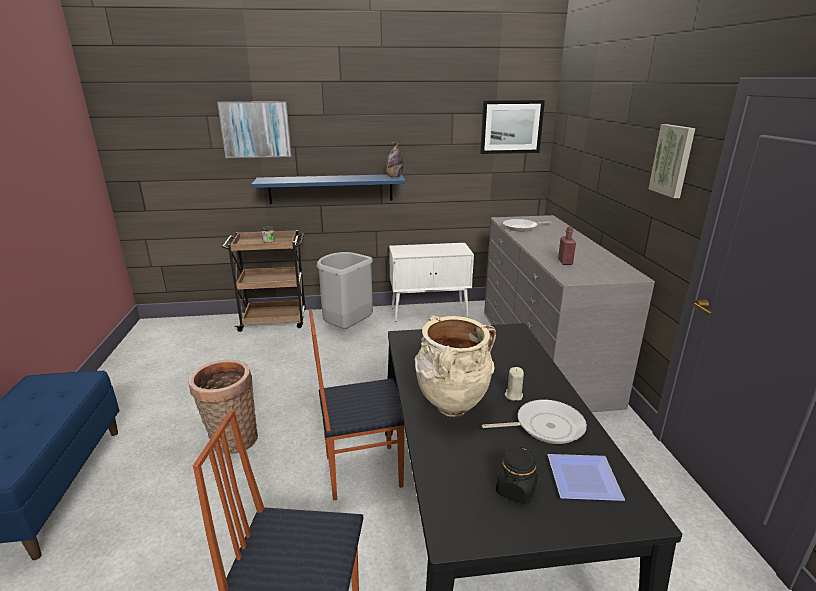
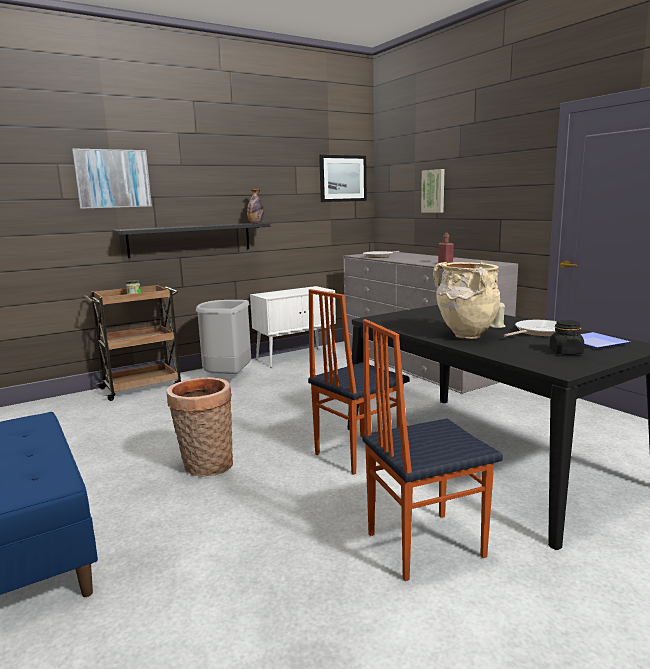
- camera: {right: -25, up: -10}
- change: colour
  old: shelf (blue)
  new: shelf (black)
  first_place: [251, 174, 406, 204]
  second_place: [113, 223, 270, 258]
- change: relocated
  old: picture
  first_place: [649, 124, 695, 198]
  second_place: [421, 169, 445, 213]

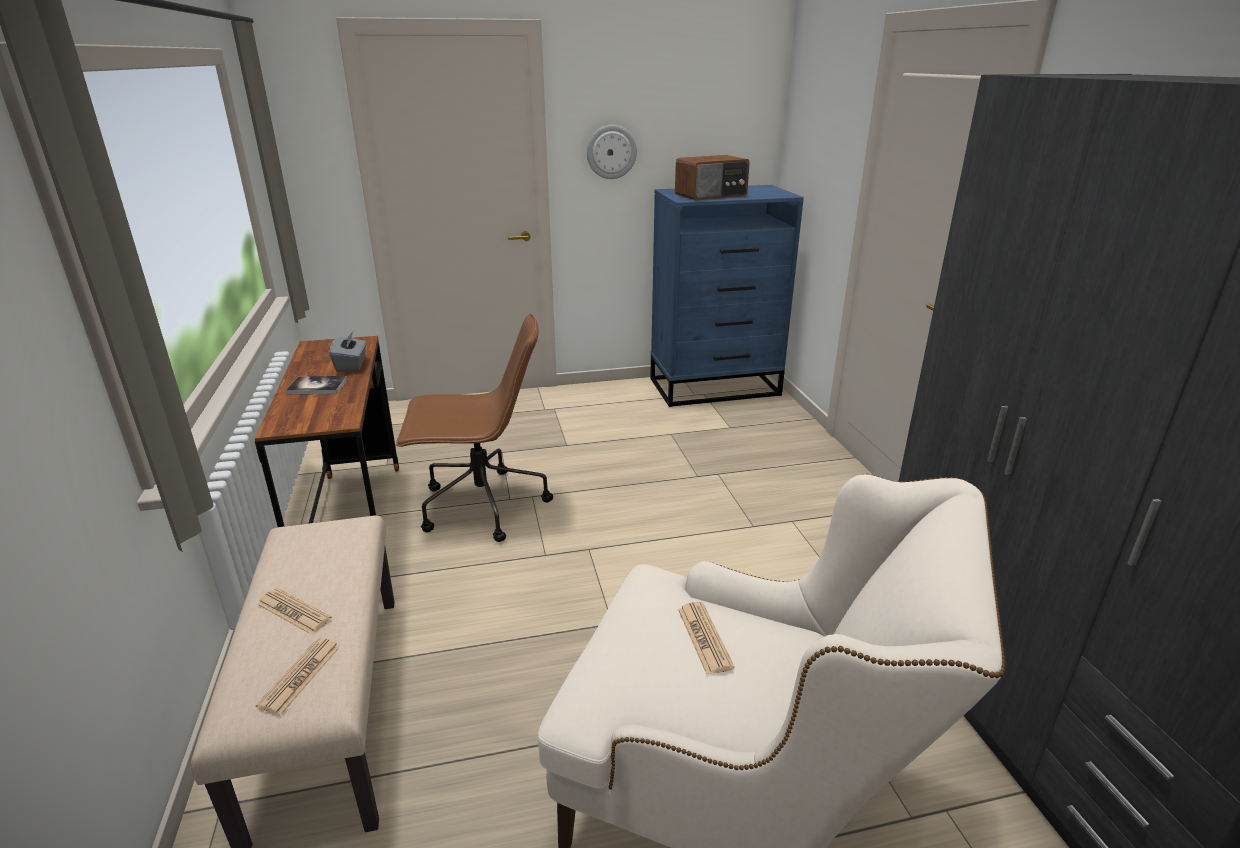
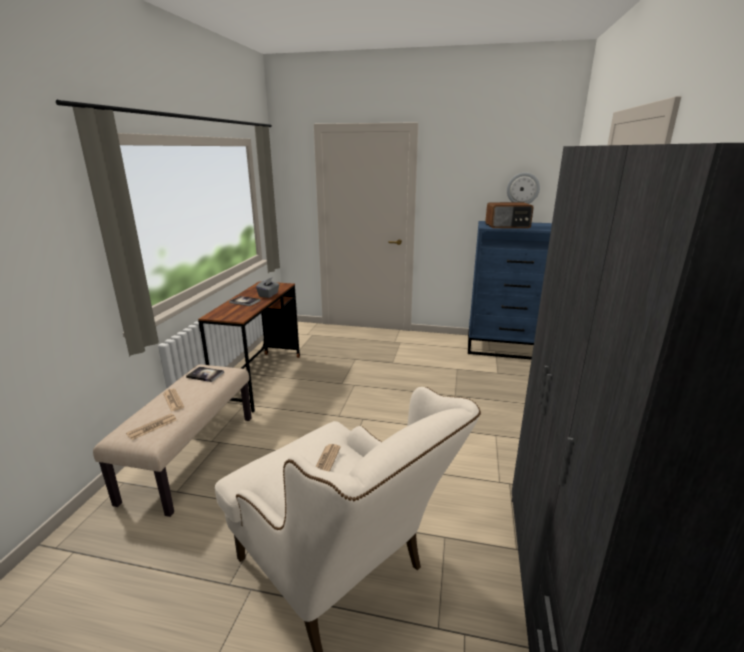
- camera: {right: 25, up: -5}
- change: missing
  old: office chair (brown)
  first_place: [396, 314, 553, 542]
- change: relocated
  old: wall clock
  first_place: [587, 125, 637, 179]
  second_place: [507, 172, 540, 204]
- change: appeared
  new: book
  second_place: [186, 367, 224, 382]

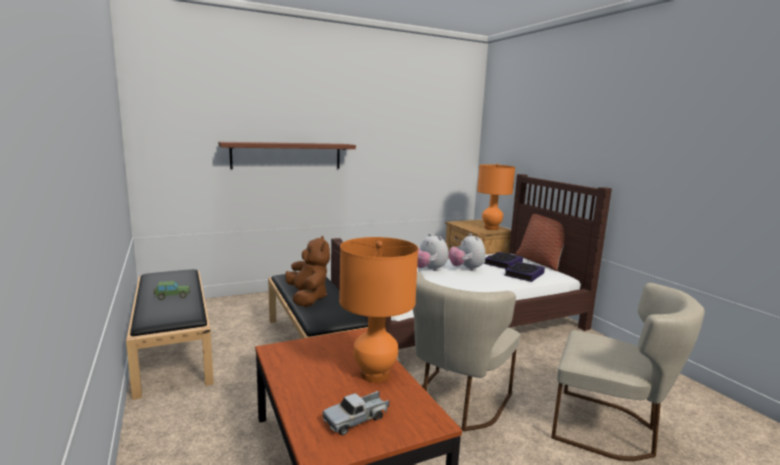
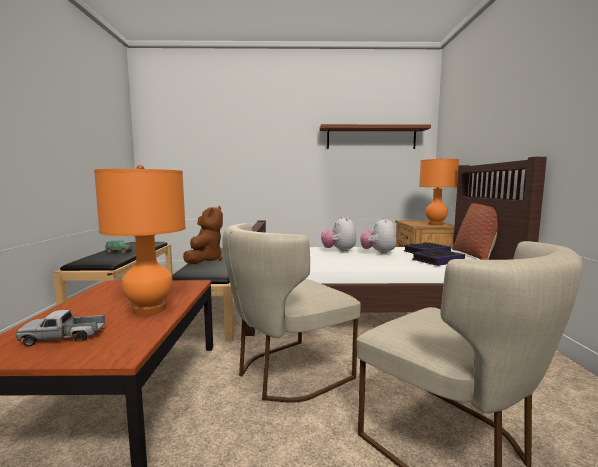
- camera: {right: 25, up: -5}
- change: relocated
  old: shelf
  first_place: [218, 142, 356, 169]
  second_place: [319, 124, 431, 149]

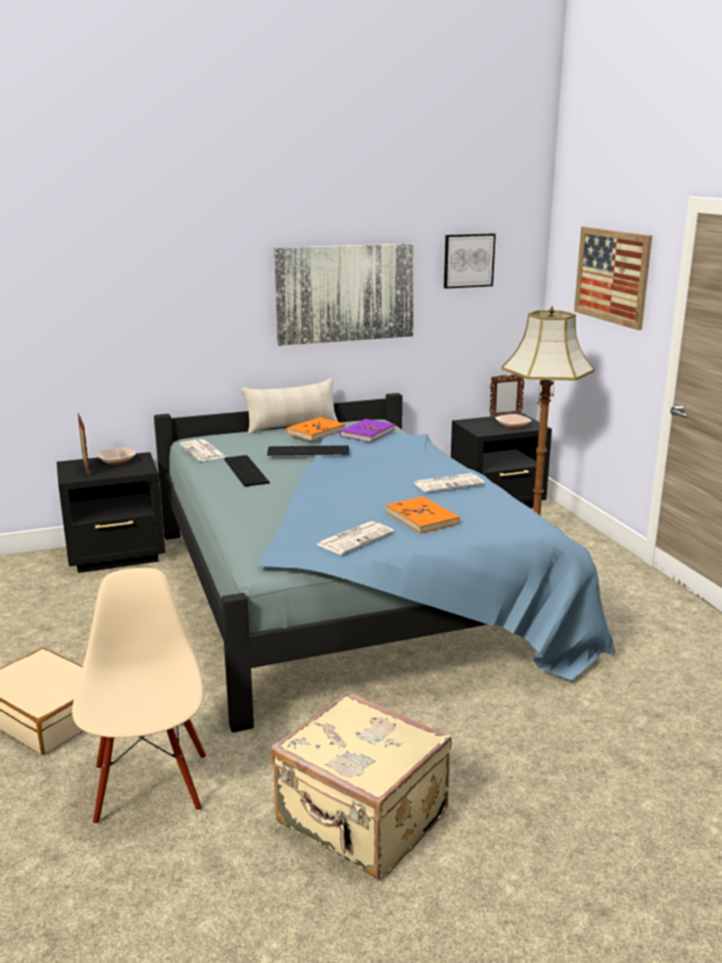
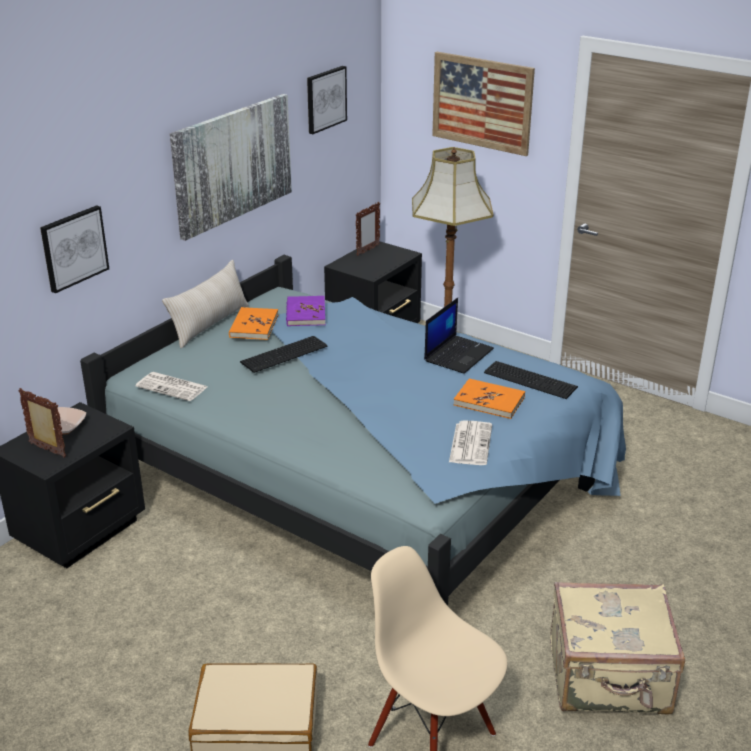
- camera: {right: -35, up: 10}
- change: relocated
  old: keyboard
  first_place: [224, 455, 270, 487]
  second_place: [484, 361, 578, 399]
- change: exchanged
  old: newspaper
  new: laptop
  first_place: [414, 473, 485, 493]
  second_place: [424, 298, 494, 374]
- change: missing
  old: bowl
  first_place: [495, 414, 532, 429]
- change: appeared
  new: picture
  second_place: [40, 205, 109, 293]

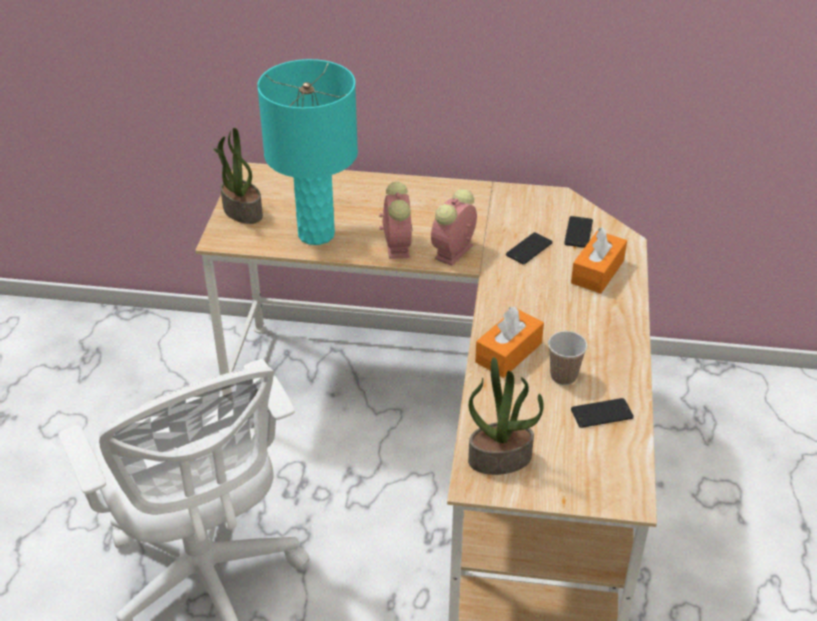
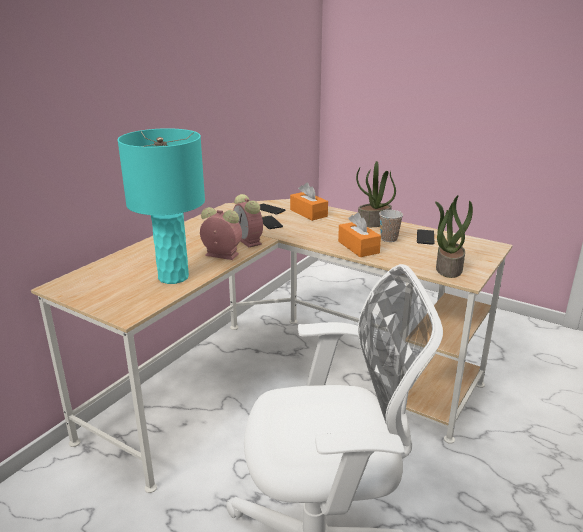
- camera: {right: -65, up: -15}
- change: relocated
  old: potted plant
  first_place: [213, 128, 263, 224]
  second_place: [356, 161, 396, 227]

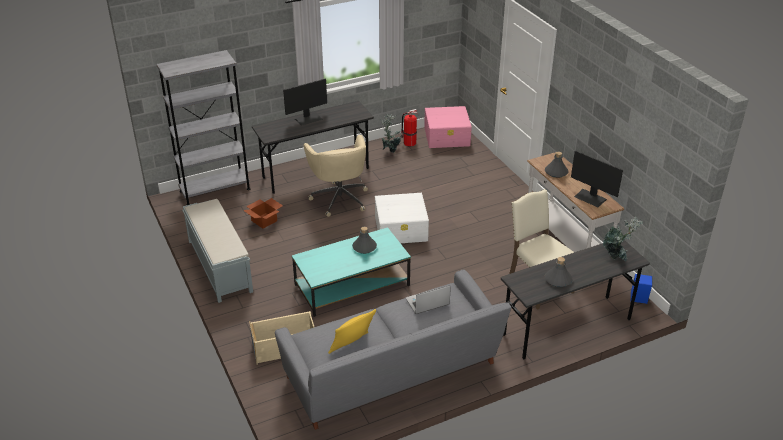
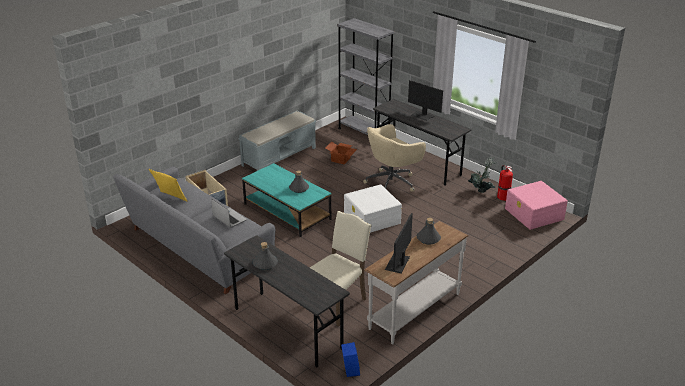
- camera: {right: 70, up: -5}
- change: missing
  old: potted plant
  first_place: [603, 217, 643, 261]

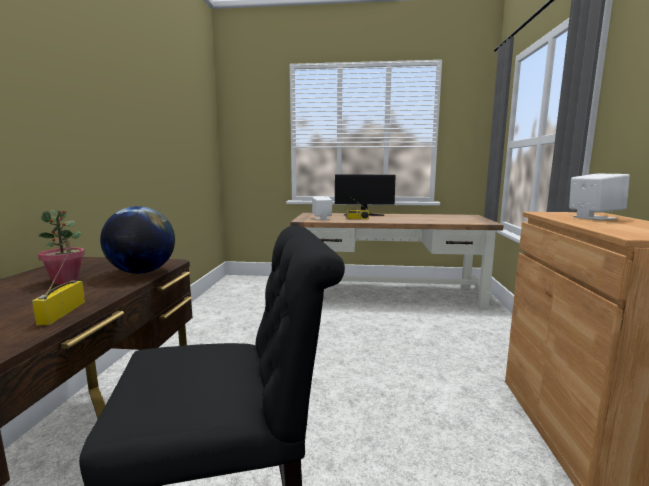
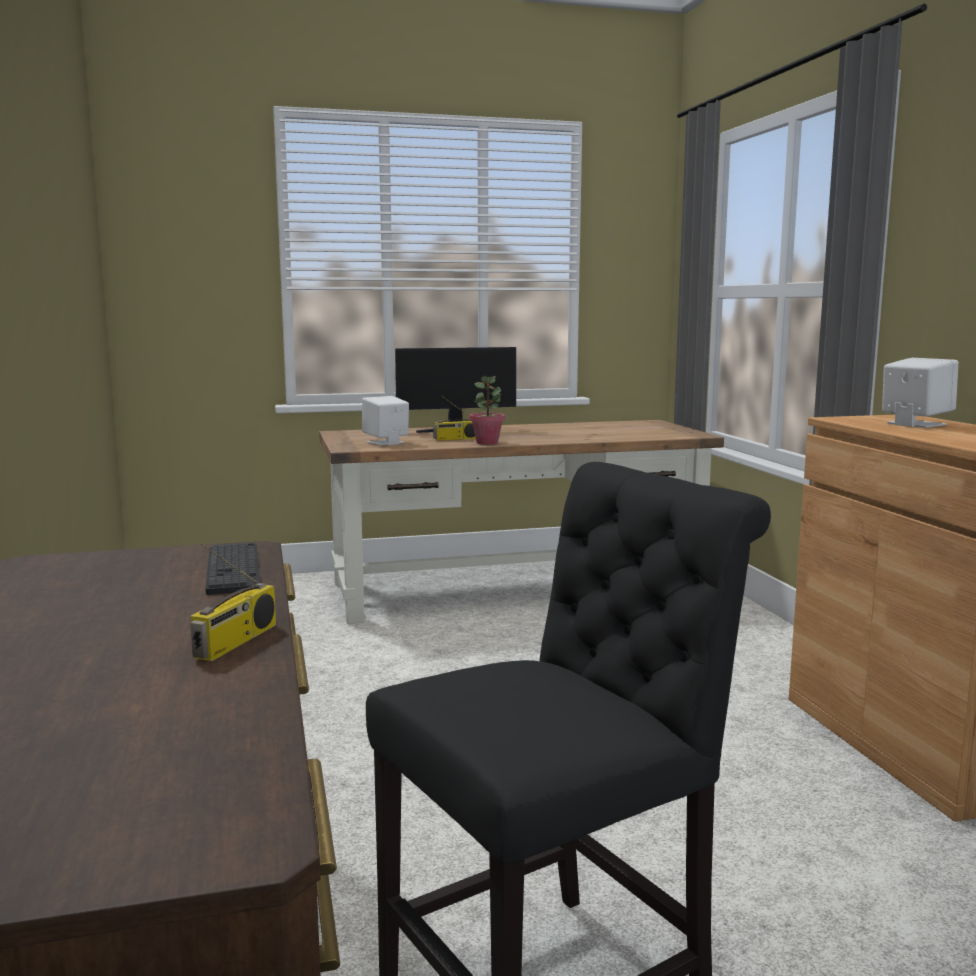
- camera: {right: -20, up: 0}
- change: spun
  old: radio
  first_place: [32, 249, 85, 325]
  second_place: [190, 543, 276, 661]
  degrees: -135
- change: relocated
  old: potted plant
  first_place: [38, 210, 85, 284]
  second_place: [469, 376, 505, 445]
- change: exchanged
  old: globe
  new: keyboard
  first_place: [100, 206, 175, 274]
  second_place: [206, 542, 260, 595]

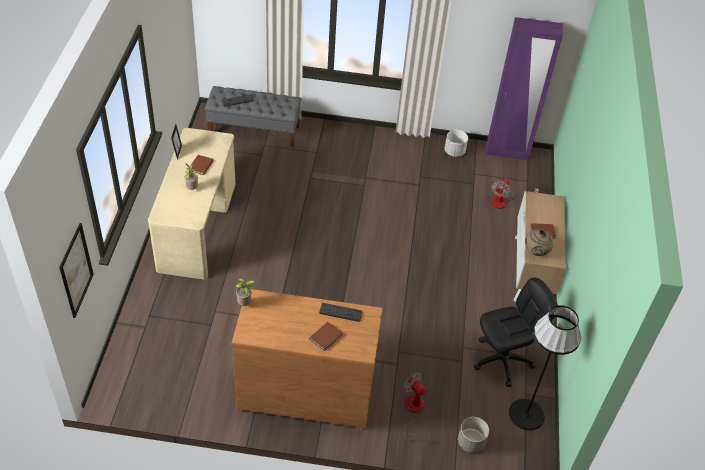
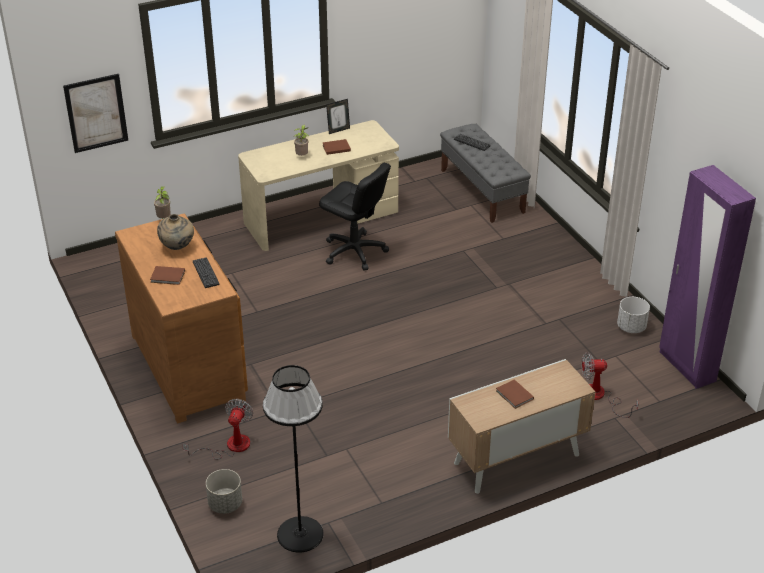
- camera: {right: 60, up: -10}
- change: relocated
  old: office chair (black)
  first_place: [474, 278, 558, 387]
  second_place: [319, 163, 391, 271]
- change: relocated
  old: vase (beige)
  first_place: [525, 229, 554, 256]
  second_place: [157, 214, 194, 250]

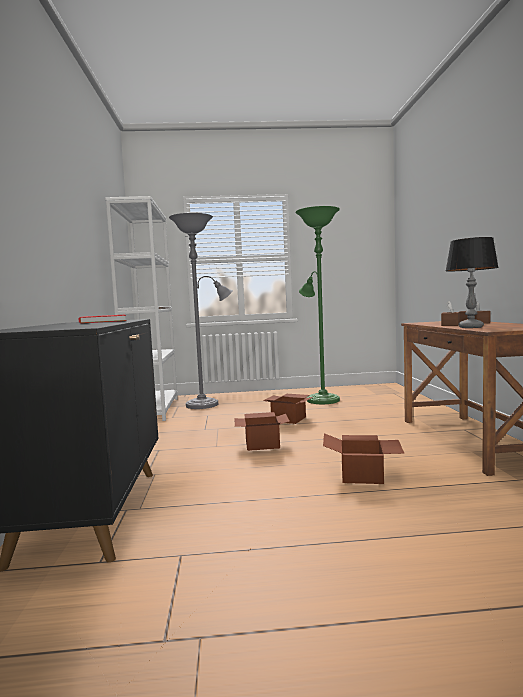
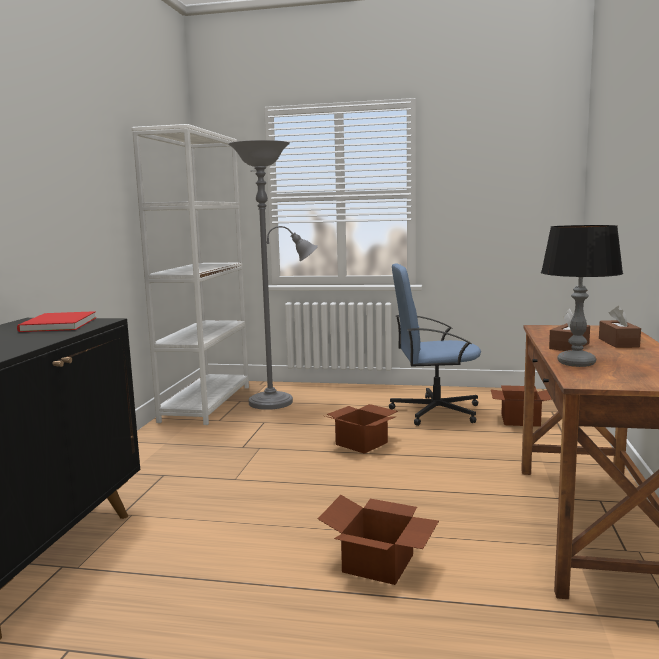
- camera: {right: 15, up: 5}
- change: relocated
  old: cardboard box
  first_place: [234, 412, 290, 451]
  second_place: [491, 385, 552, 427]
- change: exchanged
  old: floor lamp (green)
  new: office chair (blue)
  first_place: [296, 206, 340, 404]
  second_place: [389, 263, 481, 426]

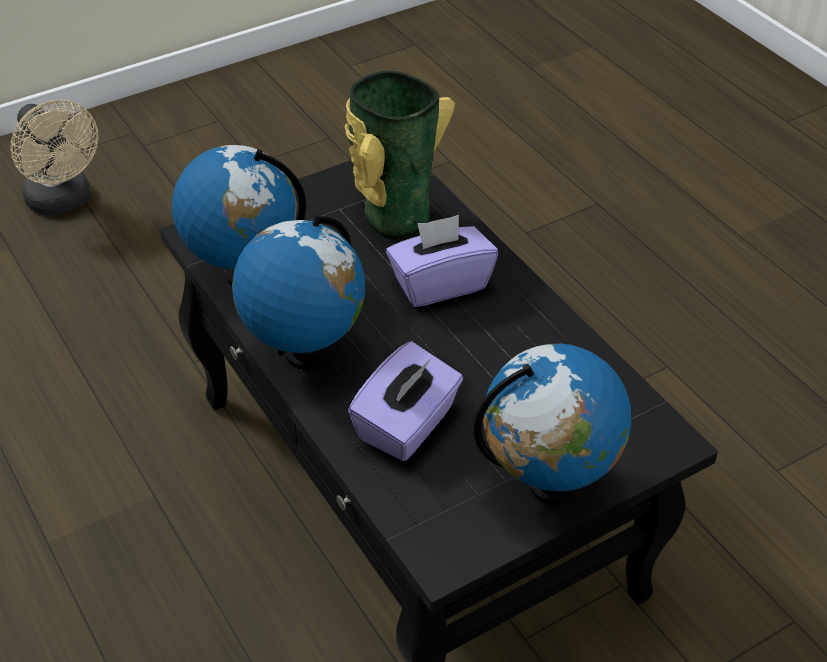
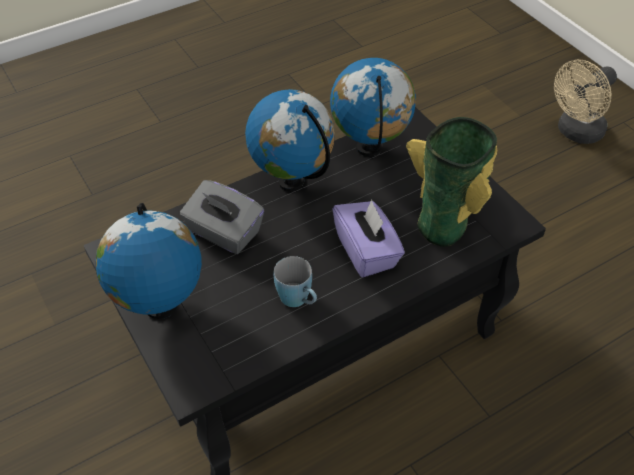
- camera: {right: 90, up: 5}
- change: colour
  old: tissue box (purple)
  new: tissue box (grey)
  first_place: [348, 341, 463, 461]
  second_place: [180, 180, 264, 254]
- change: appeared
  new: mug (blue)
  second_place: [274, 256, 317, 307]

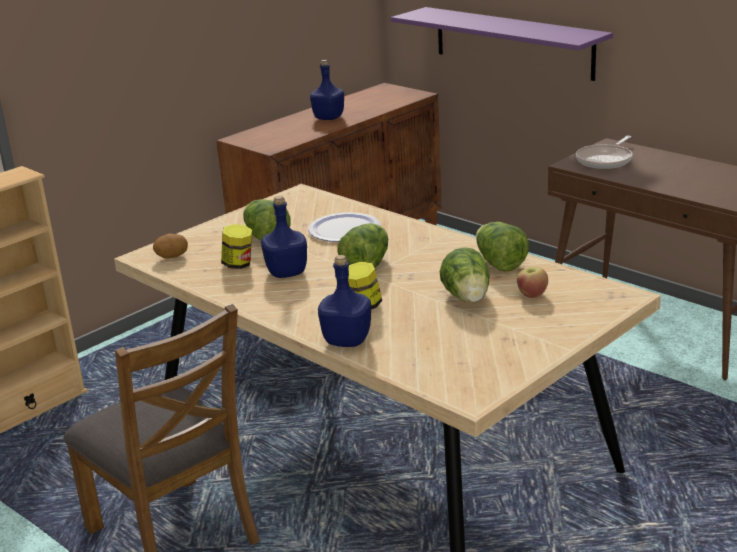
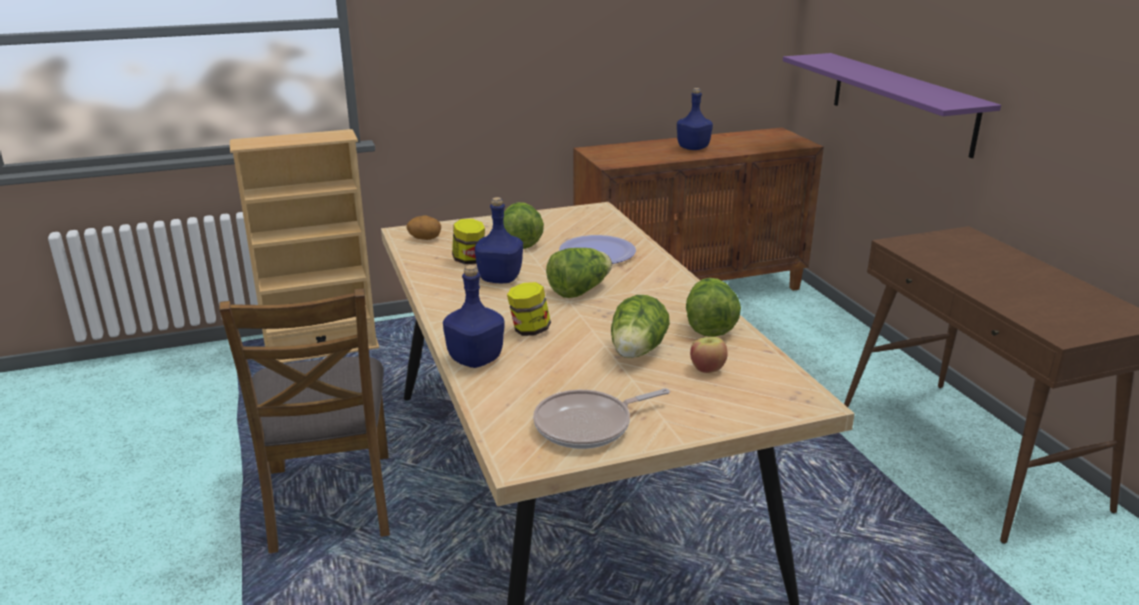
- camera: {right: 25, up: 0}
- change: relocated
  old: frying pan
  first_place: [576, 136, 633, 169]
  second_place: [533, 388, 670, 449]

